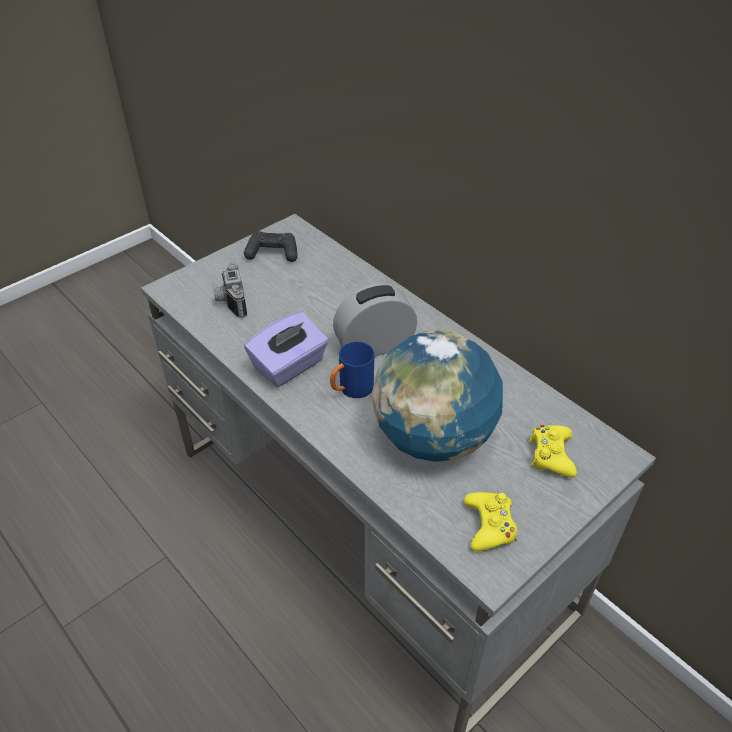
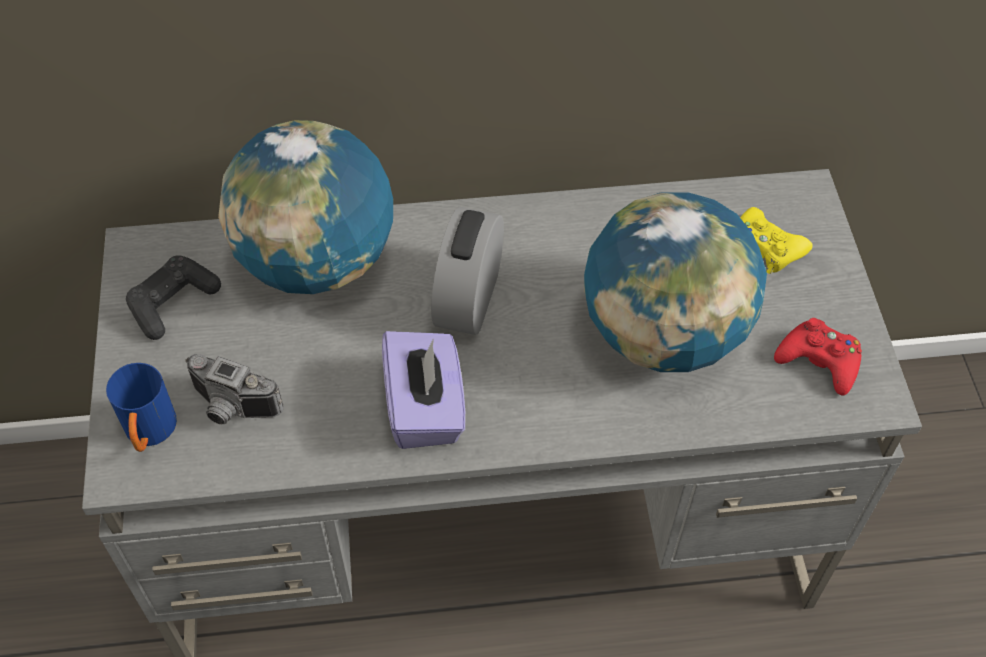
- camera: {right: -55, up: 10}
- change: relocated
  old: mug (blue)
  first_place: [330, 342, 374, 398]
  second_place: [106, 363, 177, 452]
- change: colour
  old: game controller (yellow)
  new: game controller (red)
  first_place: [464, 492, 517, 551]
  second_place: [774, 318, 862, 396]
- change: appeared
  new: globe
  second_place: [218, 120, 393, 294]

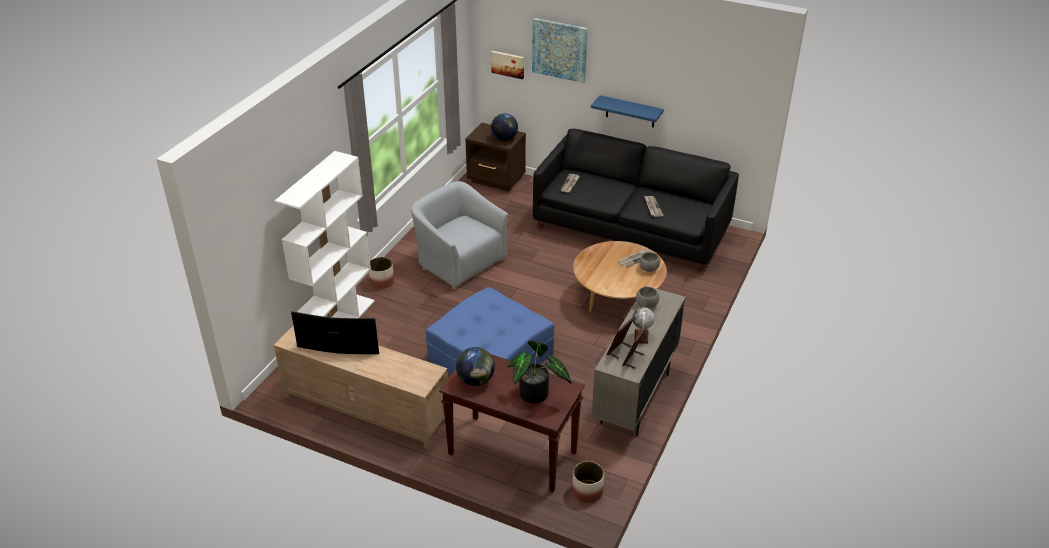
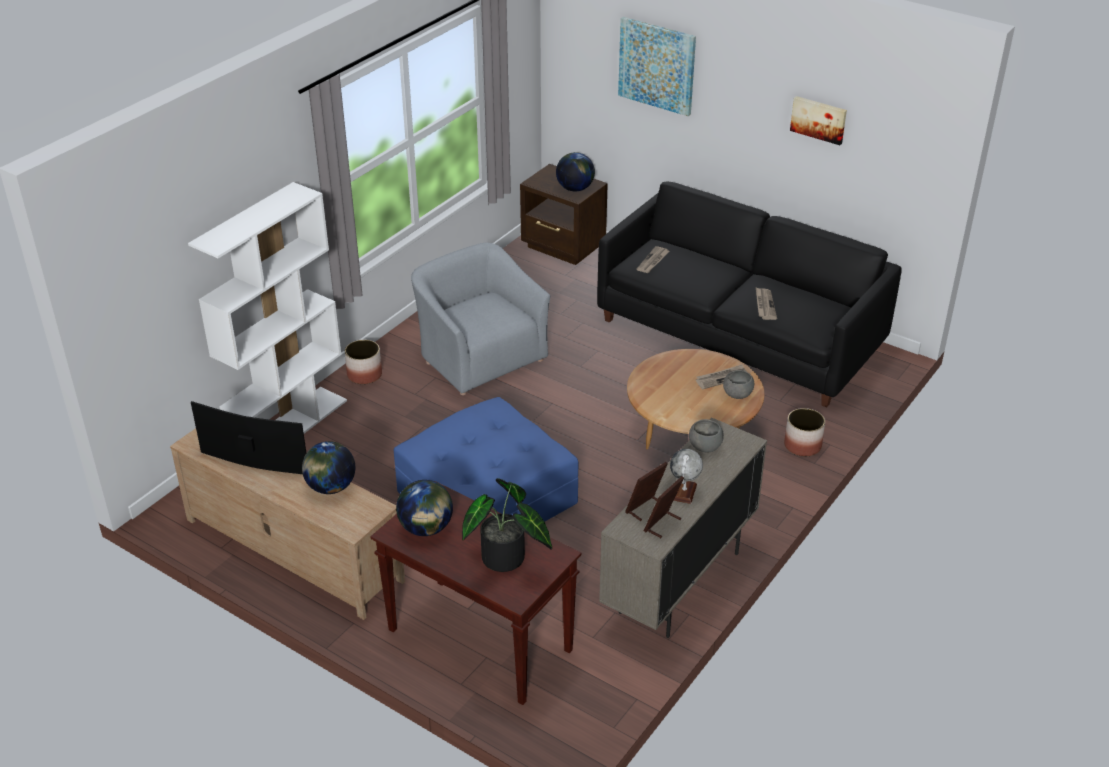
- camera: {right: 10, up: 0}
- change: relocated
  old: picture
  first_place: [491, 51, 524, 79]
  second_place: [790, 96, 847, 145]
- change: relocated
  old: planter
  first_place: [572, 461, 604, 503]
  second_place: [784, 408, 825, 456]
- change: missing
  old: shelf (blue)
  first_place: [591, 95, 664, 128]
- change: appeared
  new: globe
  second_place: [302, 441, 355, 494]

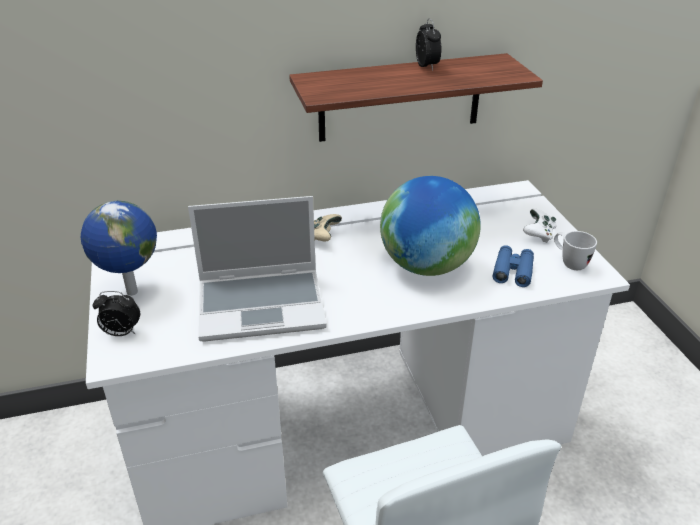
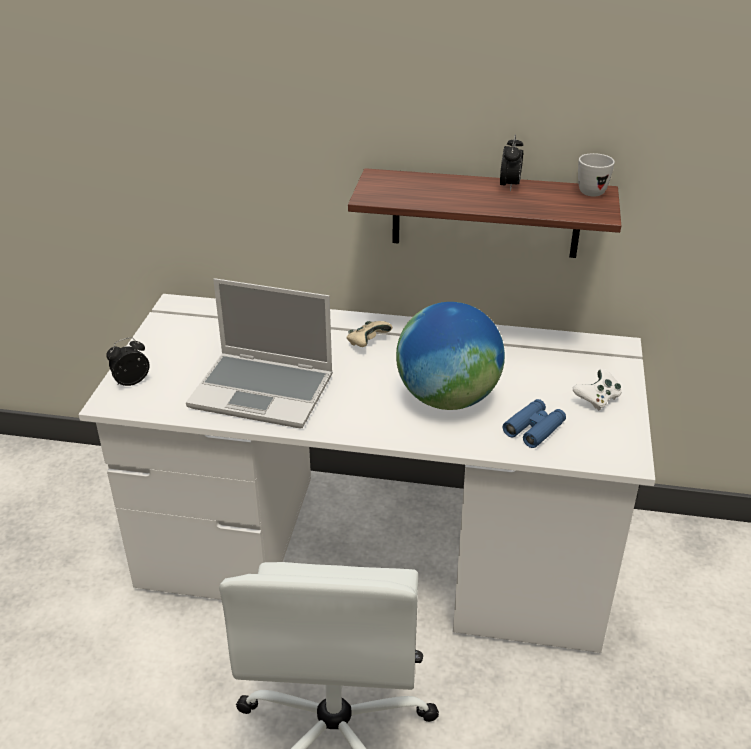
- camera: {right: 25, up: 0}
- change: missing
  old: globe
  first_place: [81, 201, 157, 296]
- change: spun
  old: alarm clock
  first_place: [93, 291, 140, 336]
  second_place: [106, 337, 150, 386]
  degrees: 120
- change: relocated
  old: mug (white)
  first_place: [554, 231, 597, 270]
  second_place: [578, 153, 615, 197]

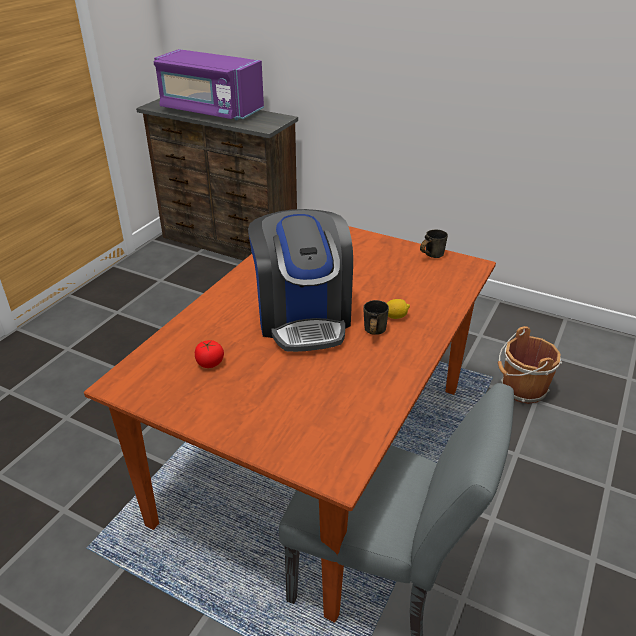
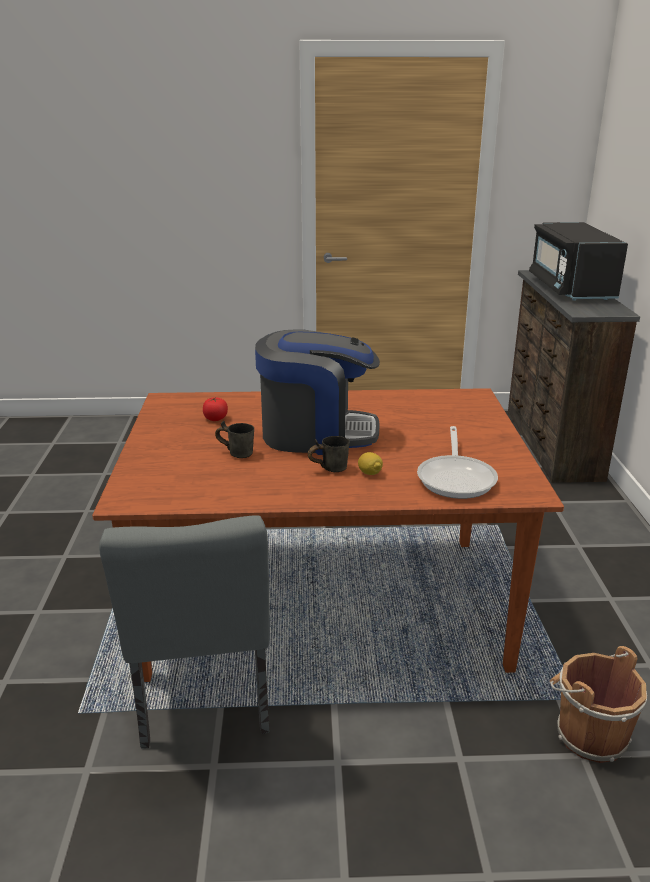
- camera: {right: 60, up: -10}
- change: colour
  old: microwave (purple)
  new: microwave (black)
  first_place: [153, 49, 264, 120]
  second_place: [529, 222, 628, 301]
- change: spun
  old: coffee machine
  first_place: [248, 209, 353, 352]
  second_place: [255, 329, 380, 455]
  degrees: -135
- change: relocated
  old: mug (grey)
  first_place: [420, 230, 448, 258]
  second_place: [215, 421, 254, 458]
- change: appeared
  new: frying pan
  second_place: [417, 426, 498, 499]

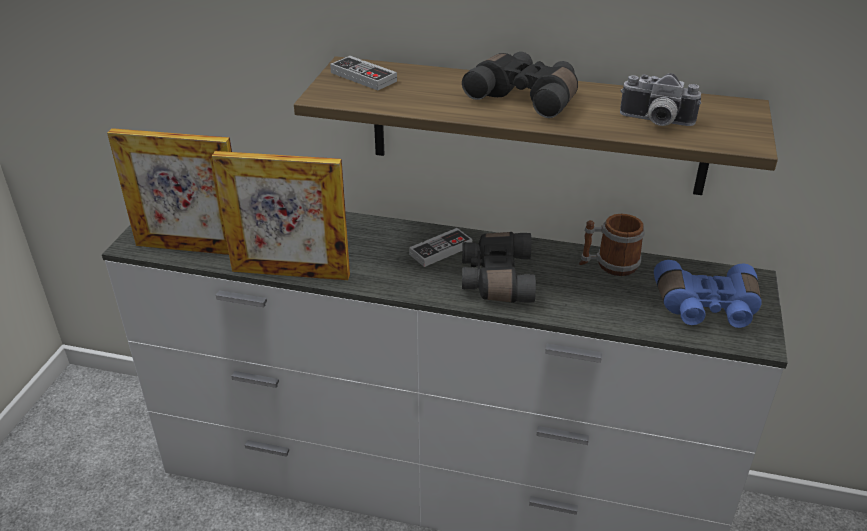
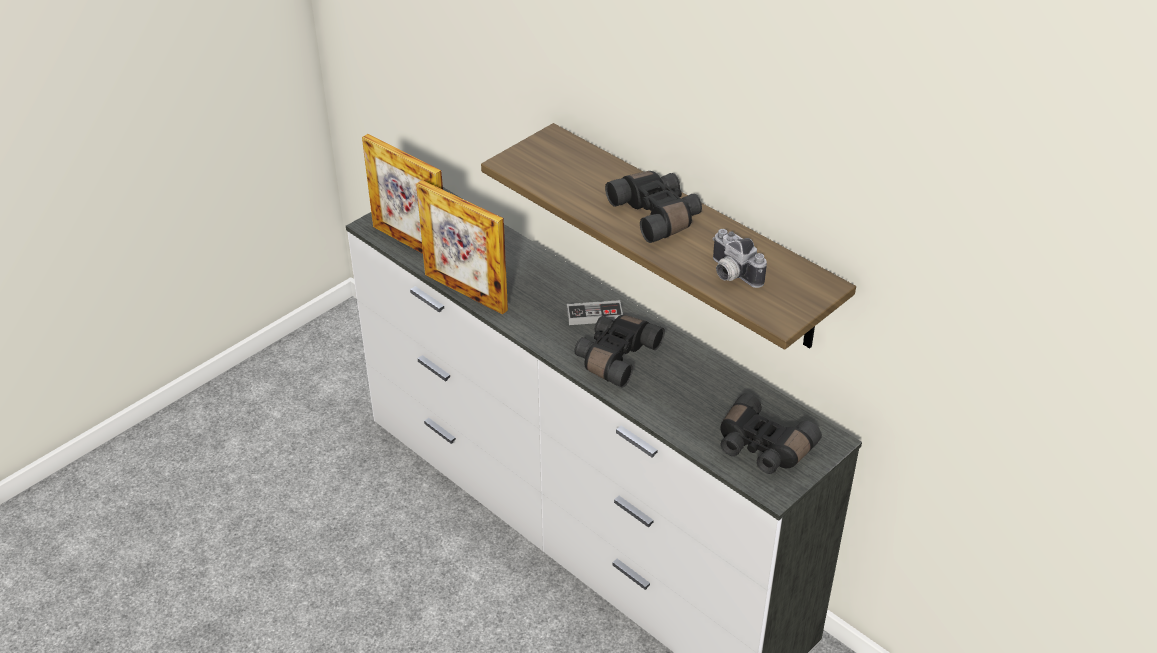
- camera: {right: 30, up: 5}
- change: missing
  old: game controller
  first_place: [330, 56, 397, 91]
- change: missing
  old: mug
  first_place: [579, 214, 645, 276]
- change: colour
  old: binoculars (blue)
  new: binoculars (black)
  first_place: [654, 260, 762, 328]
  second_place: [720, 393, 822, 474]

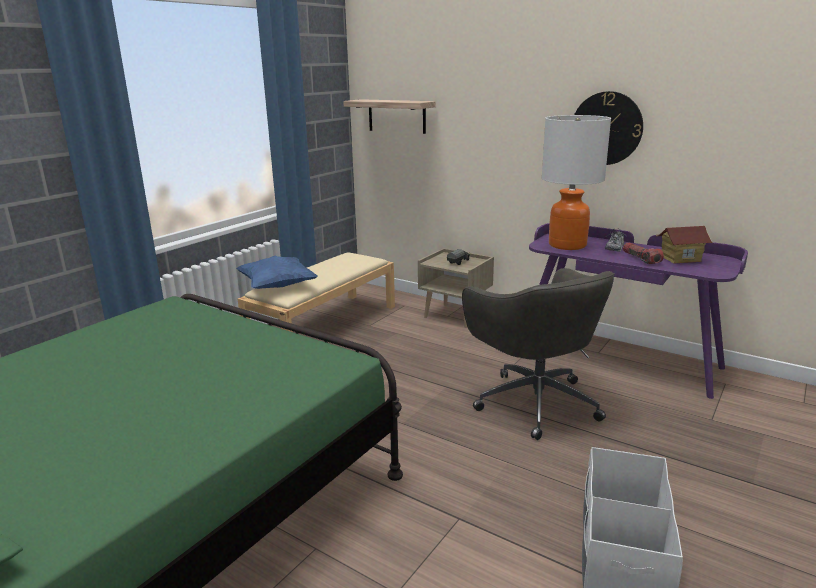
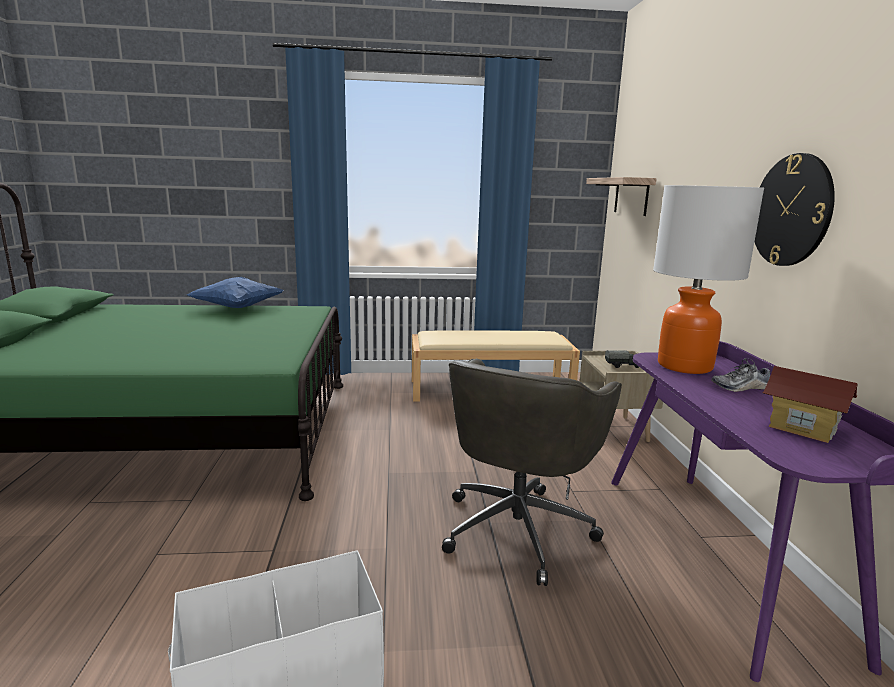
- camera: {right: 50, up: -5}
- change: relocated
  old: pillow (blue)
  first_place: [236, 256, 318, 289]
  second_place: [187, 277, 283, 308]
- change: missing
  old: flashlight
  first_place: [623, 242, 664, 264]

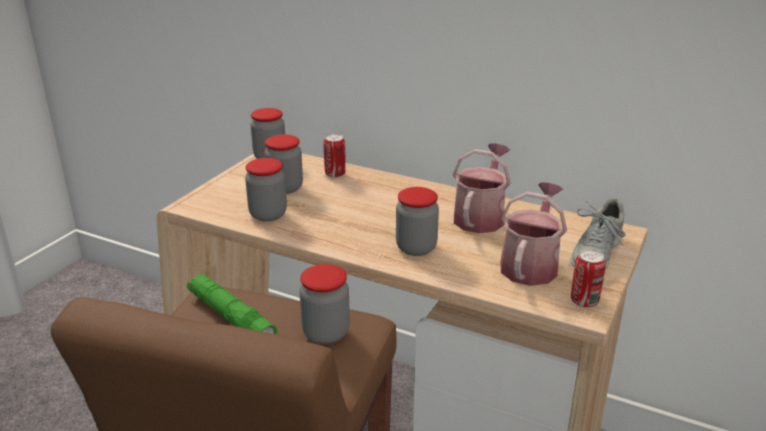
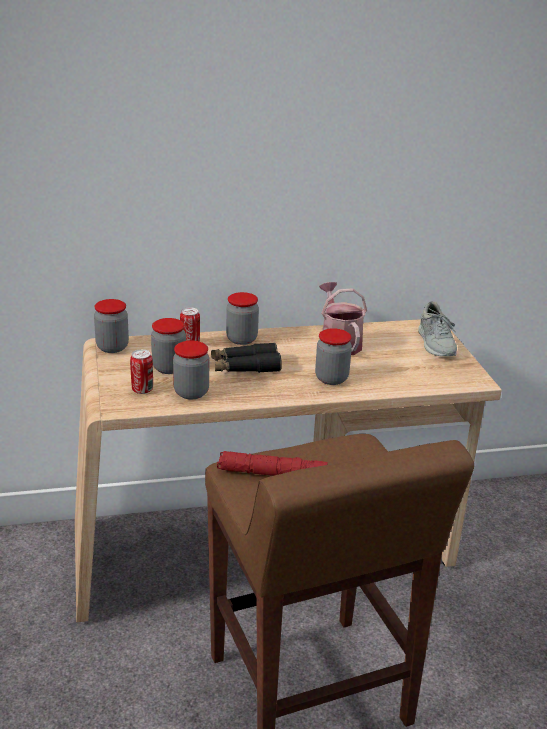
- camera: {right: -40, up: 0}
- change: colour
  old: flashlight (green)
  new: flashlight (red)
  first_place: [187, 274, 278, 334]
  second_place: [217, 451, 328, 476]
- change: relocated
  old: jar
  first_place: [299, 264, 350, 344]
  second_place: [226, 292, 259, 345]
- change: missing
  old: watering can
  first_place: [500, 182, 567, 286]
- change: relocated
  old: can
  first_place: [571, 249, 606, 308]
  second_place: [130, 349, 153, 394]
- change: appeared
  new: binoculars (black)
  second_place: [211, 342, 282, 373]

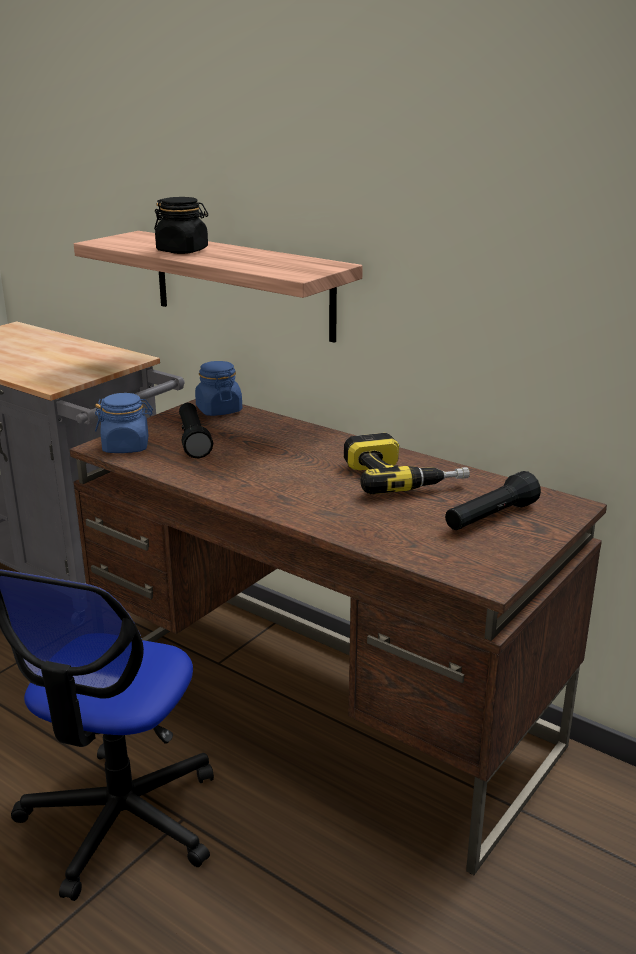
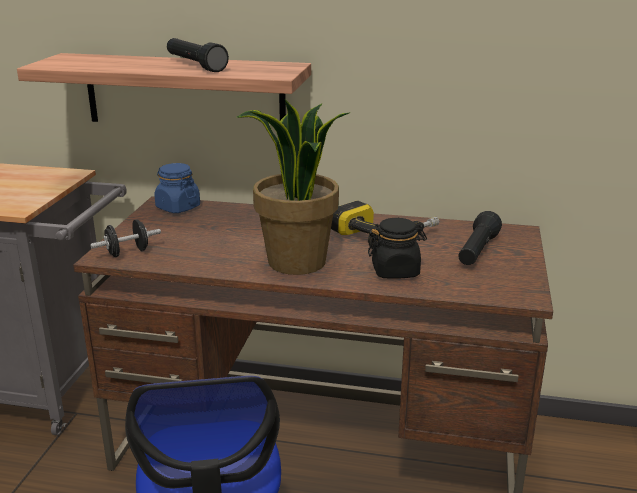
- camera: {right: -25, up: 0}
- change: exchanged
  old: jar (blue)
  new: dumbbell (black)
  first_place: [95, 393, 153, 453]
  second_place: [90, 219, 161, 257]
- change: relocated
  old: jar (black)
  first_place: [154, 197, 208, 254]
  second_place: [368, 218, 427, 279]
- change: relocated
  old: flashlight (black)
  first_place: [179, 403, 213, 458]
  second_place: [167, 38, 229, 72]
- change: appeared
  new: potted plant
  second_place: [237, 99, 351, 275]

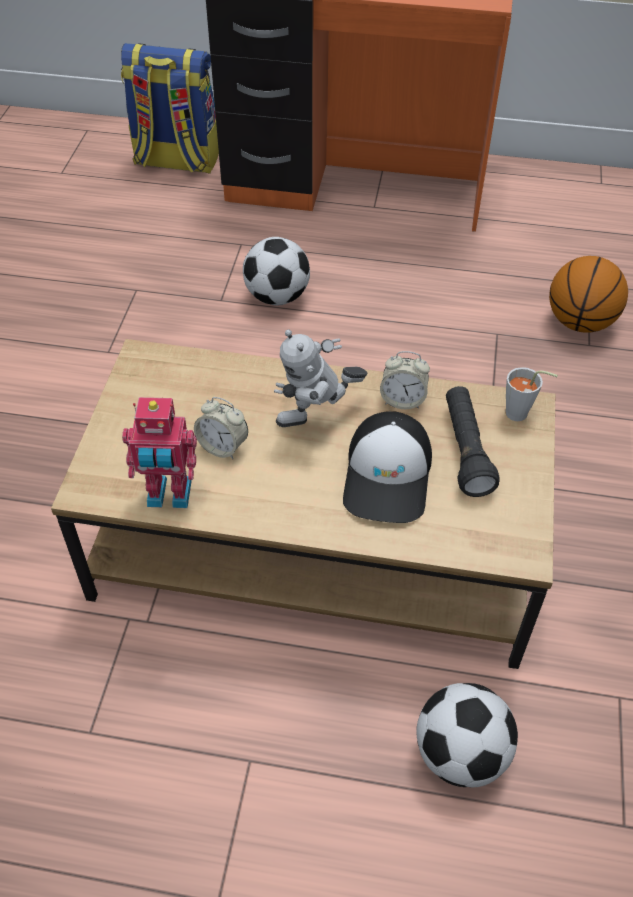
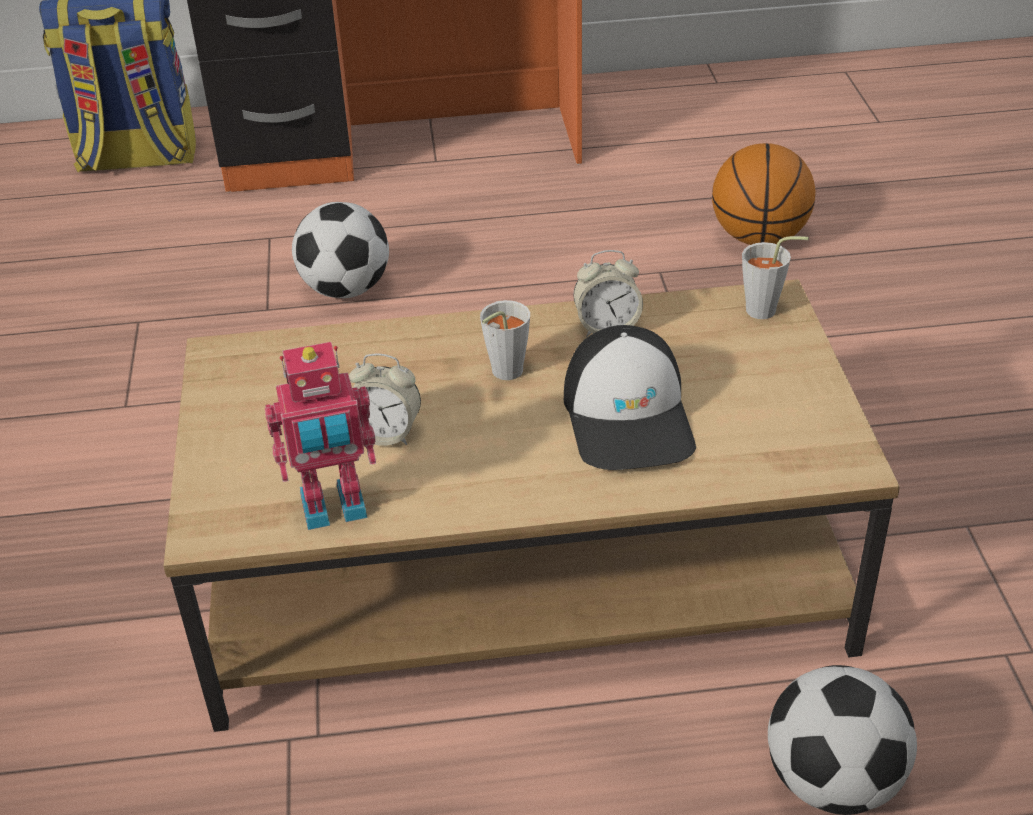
- camera: {right: -15, up: -10}
- change: exchanged
  old: toy robot
  new: cup (grey)
  first_place: [274, 329, 368, 427]
  second_place: [480, 300, 530, 380]
- change: missing
  old: flashlight (black)
  first_place: [446, 386, 500, 497]

